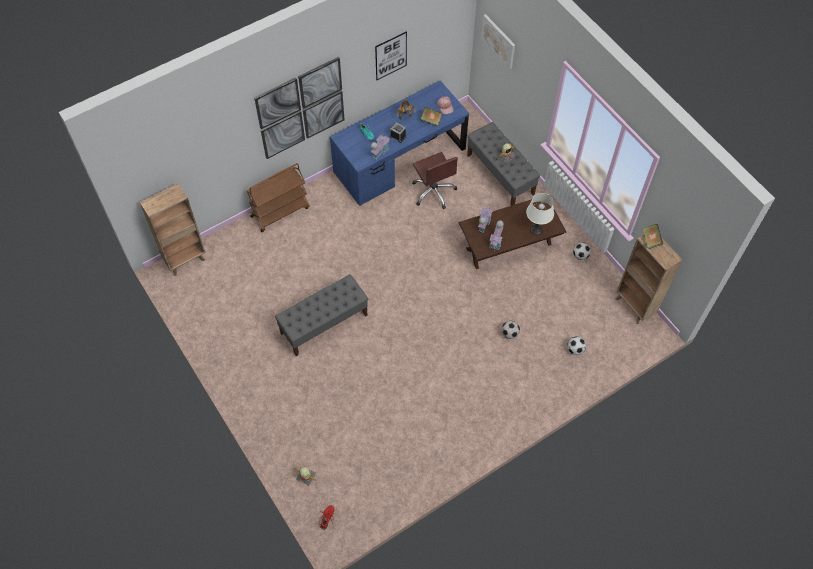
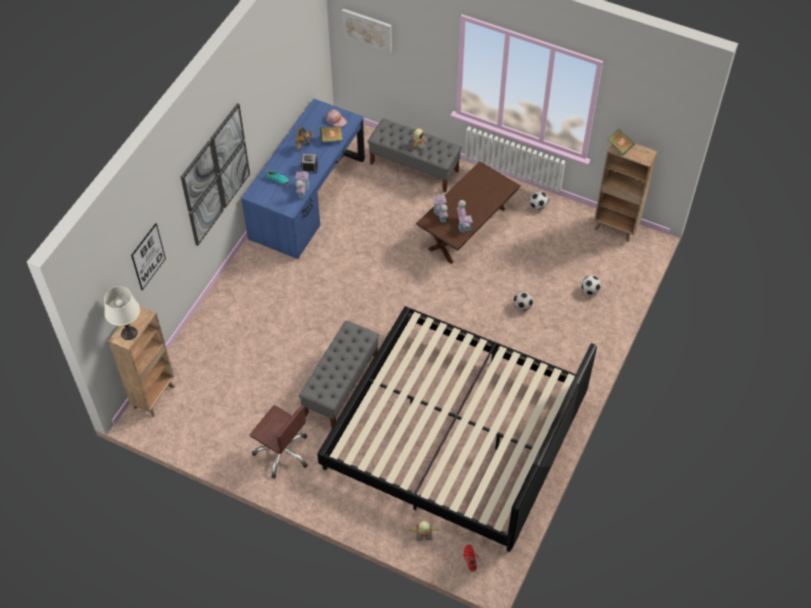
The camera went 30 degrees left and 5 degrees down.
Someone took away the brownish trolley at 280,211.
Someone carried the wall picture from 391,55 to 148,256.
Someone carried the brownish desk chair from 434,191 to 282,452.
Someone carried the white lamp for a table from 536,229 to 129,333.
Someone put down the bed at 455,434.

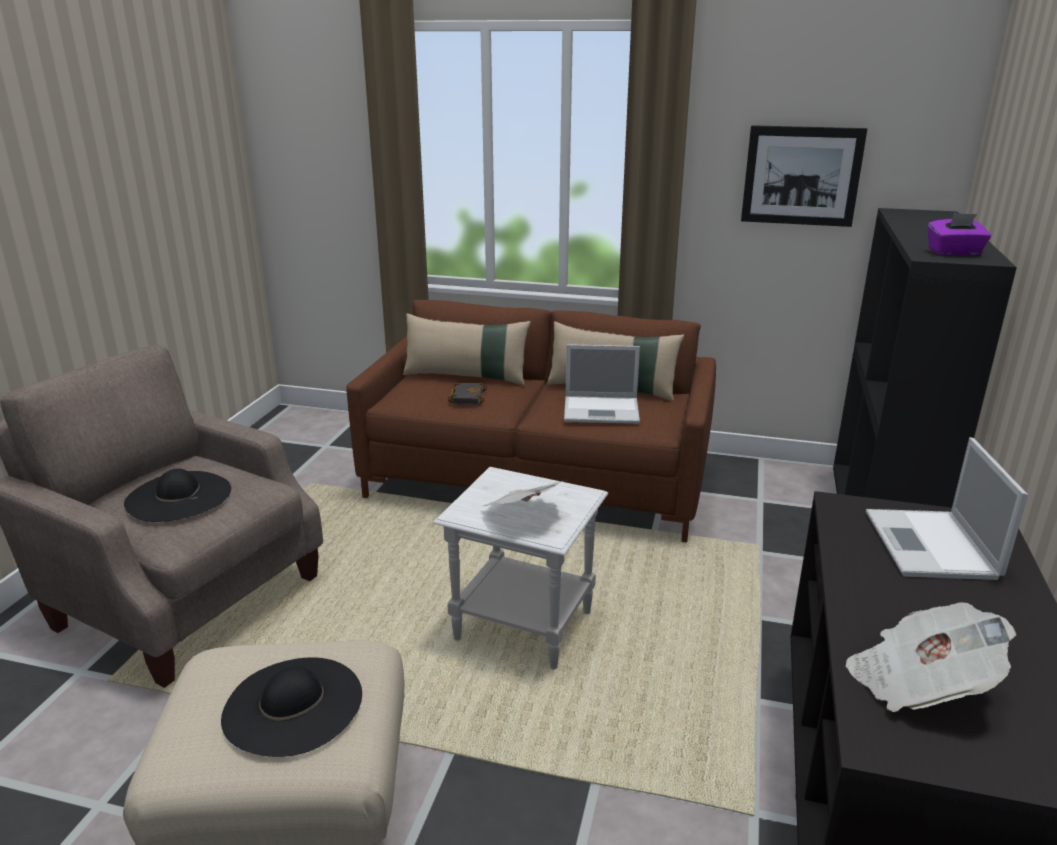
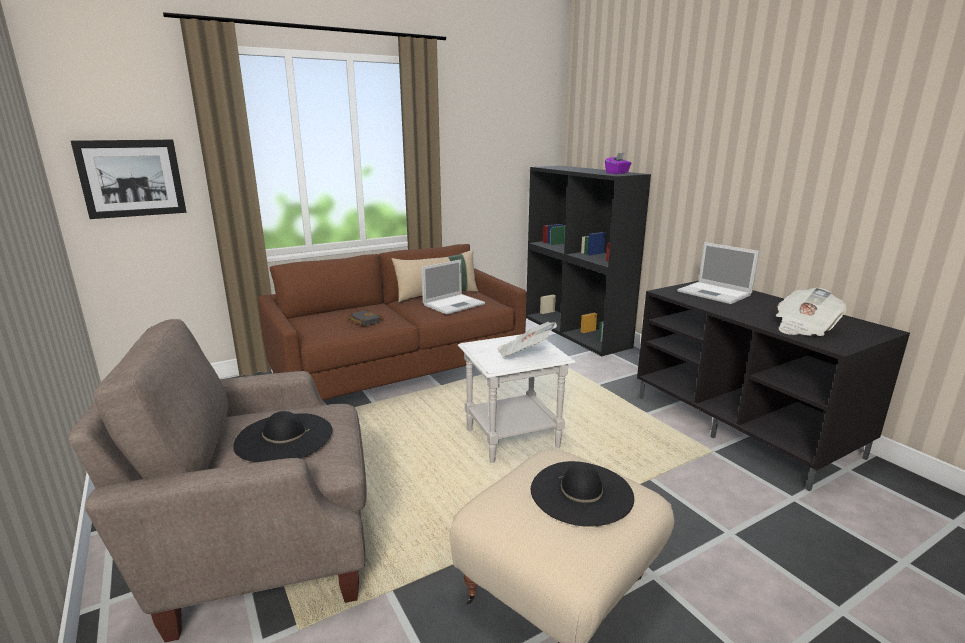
The camera went 45 degrees left and 5 degrees down.
Someone took away the beige cushion at 466,376.
Someone carried the wall picture from 801,176 to 132,178.

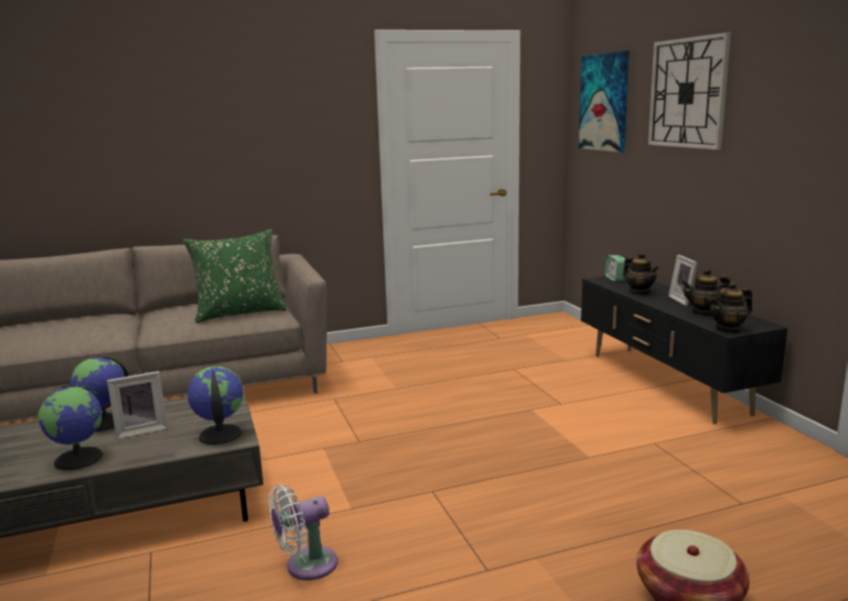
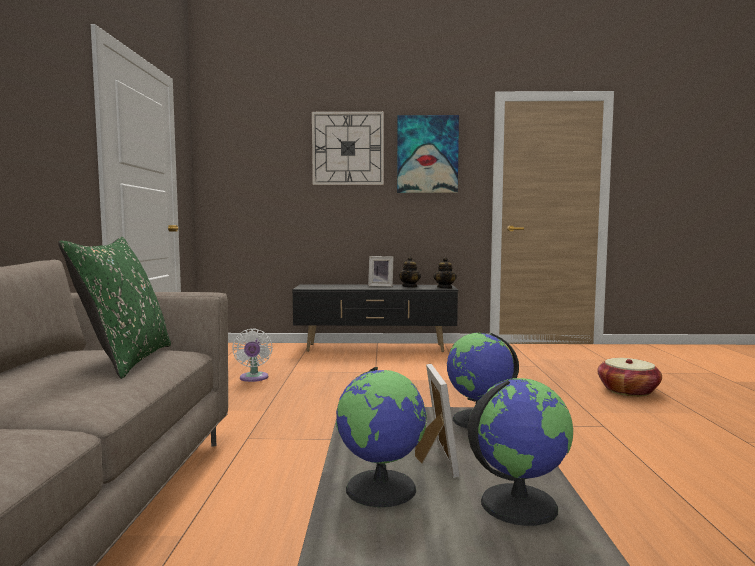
The camera went 70 degrees left and 10 degrees down.
Someone carried the white electric fan from 306,566 to 253,378.
Someone carried the wall picture from 604,102 to 427,154.
Someone took away the alarm clock at 615,279.
Someone took away the tea pot at 639,292.

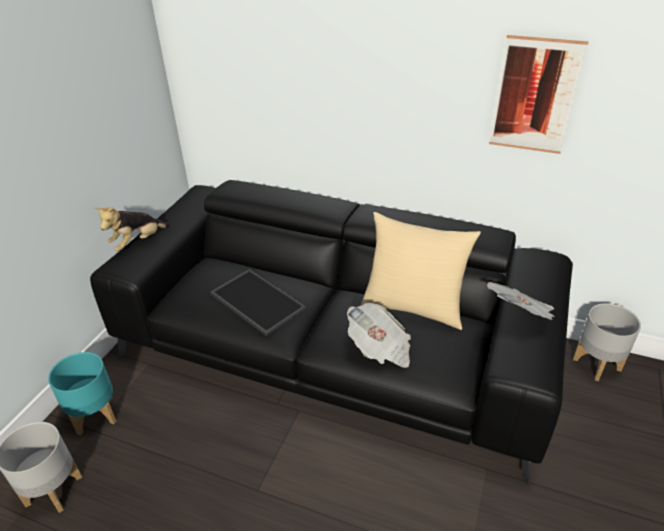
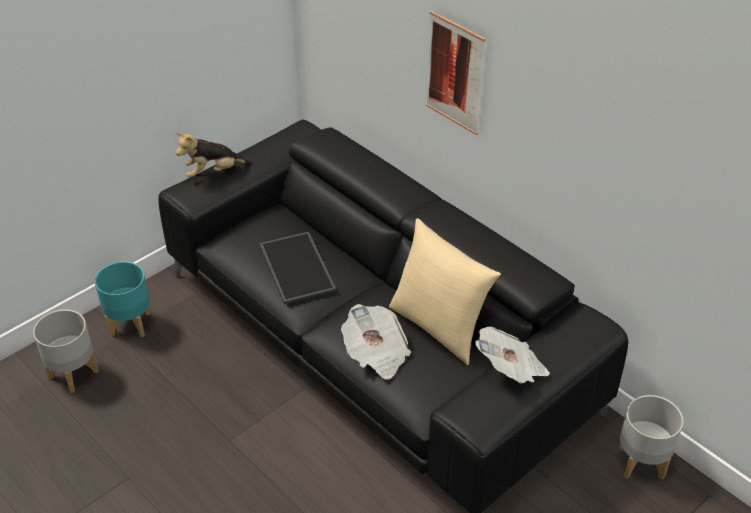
The camera went 25 degrees right and 5 degrees up.
Someone carried the wall picture from 534,96 to 455,73.

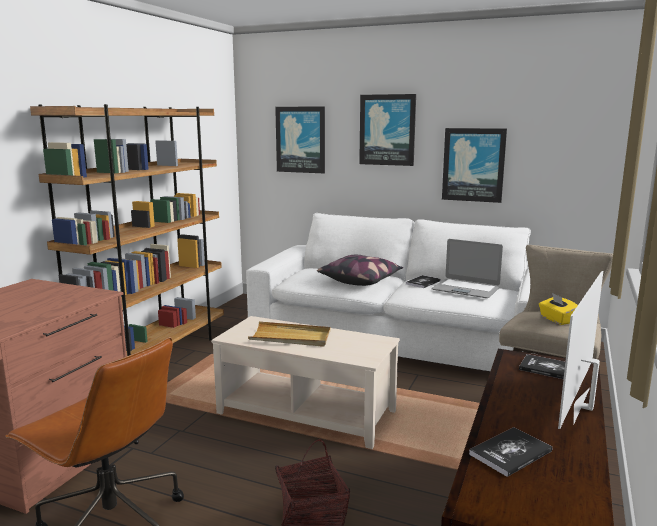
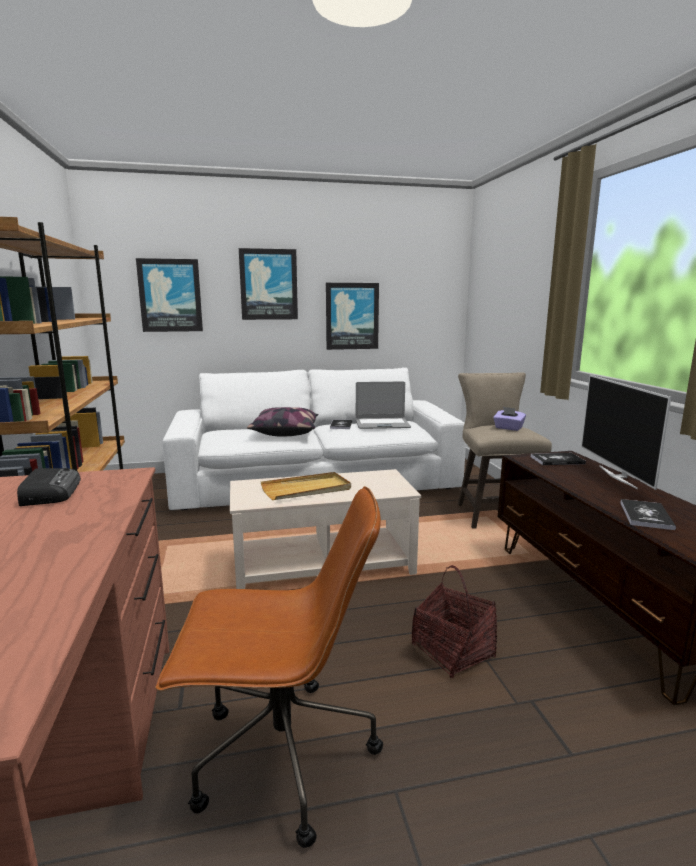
The camera went 35 degrees left and 0 degrees up.
Someone repainted the yellowish box of tissues at 556,320, which became the purple-coloured box of tissues at 508,428.
Someone put down the radio set at 51,492.

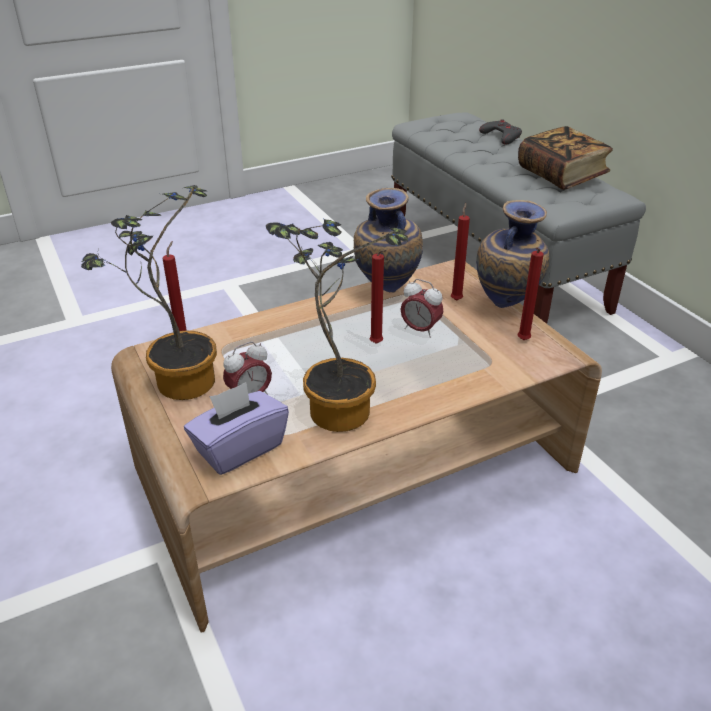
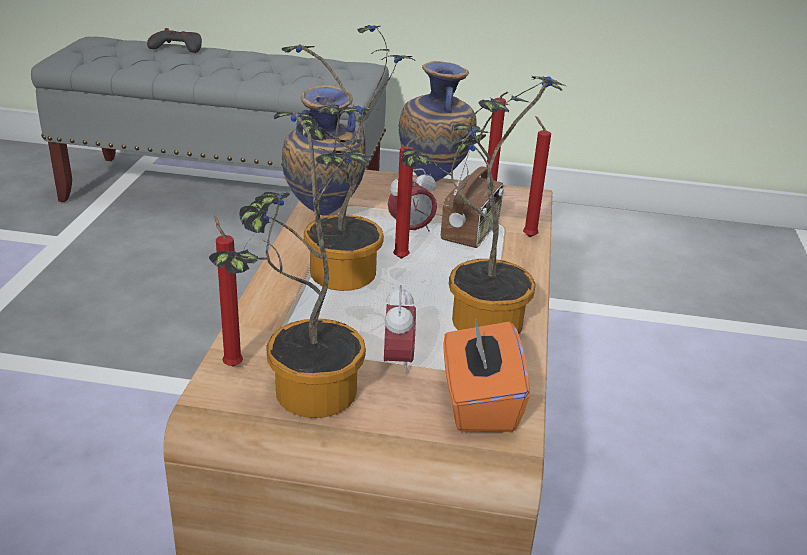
The camera went 55 degrees left and 5 degrees down.
Someone repainted the purple-coloured box of tissues at 239,448, which became the orangey box of tissues at 479,403.
Someone carried the reddish wax light from 456,299 to 528,236.
Someone took away the volume at 561,175.
Someone put down the plant in a pot at 339,279.
Someone put down the radio set at 471,233.

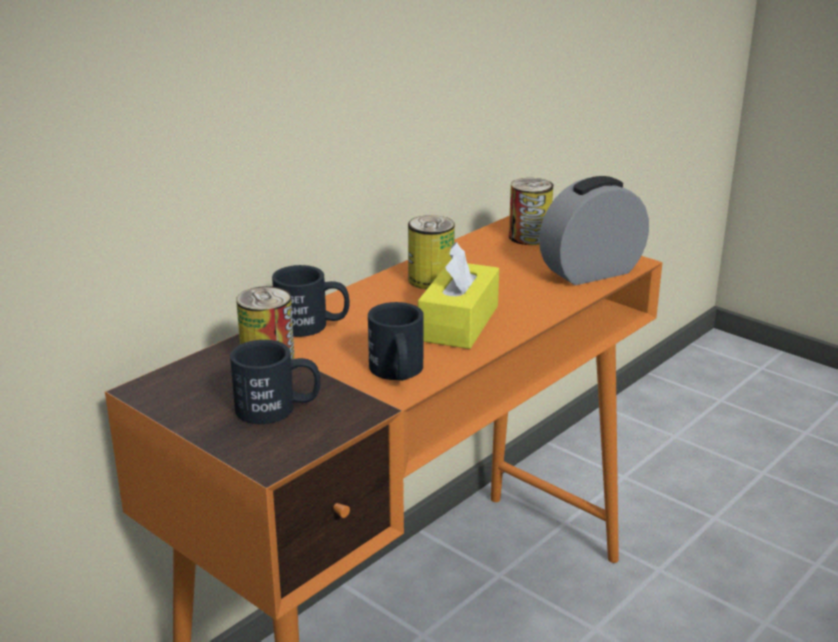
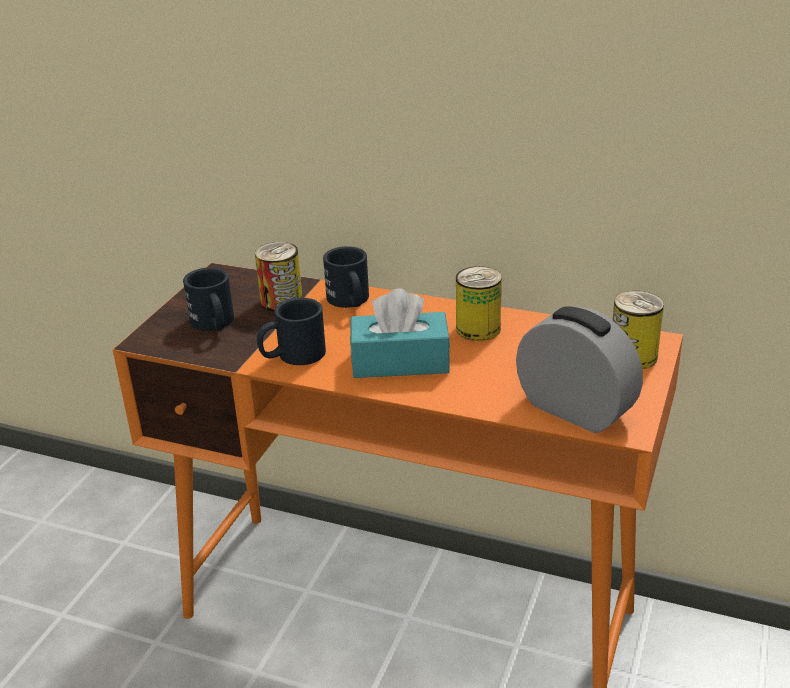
The camera went 70 degrees right and 5 degrees up.
Someone repainted the yellowish box of tissues at 459,323, which became the turquoise box of tissues at 400,362.

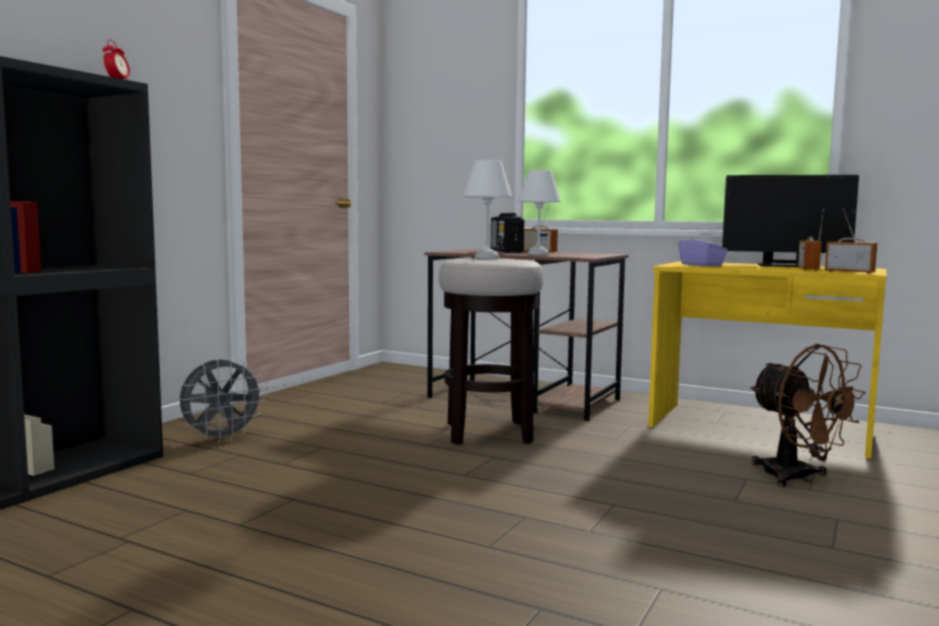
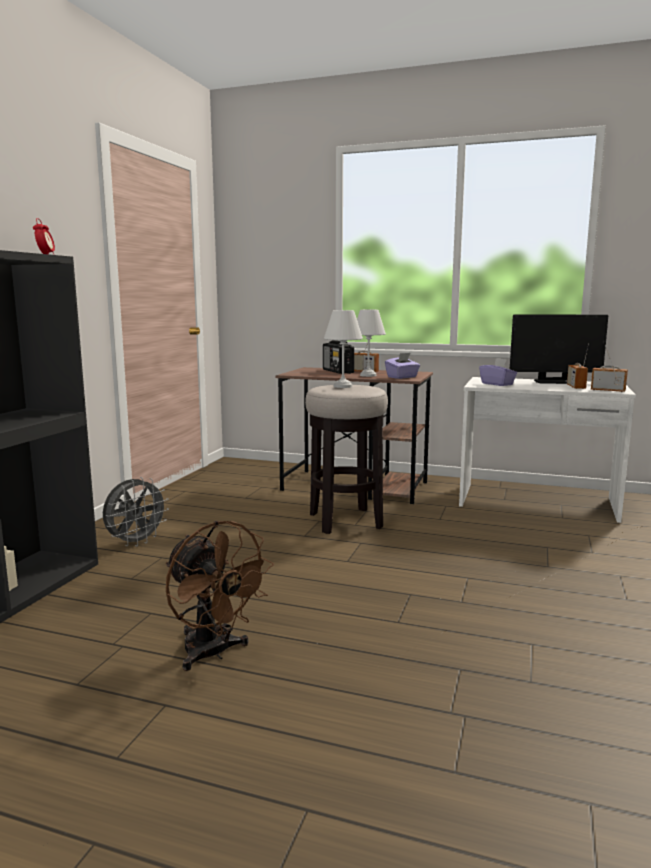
The camera went 10 degrees left and 5 degrees up.
Someone repainted the yellowish desk at 760,429, which became the white desk at 537,502.
Someone carried the brownish electric fan from 797,478 to 214,653.
Someone put down the purple-coloured box of tissues at 402,377.

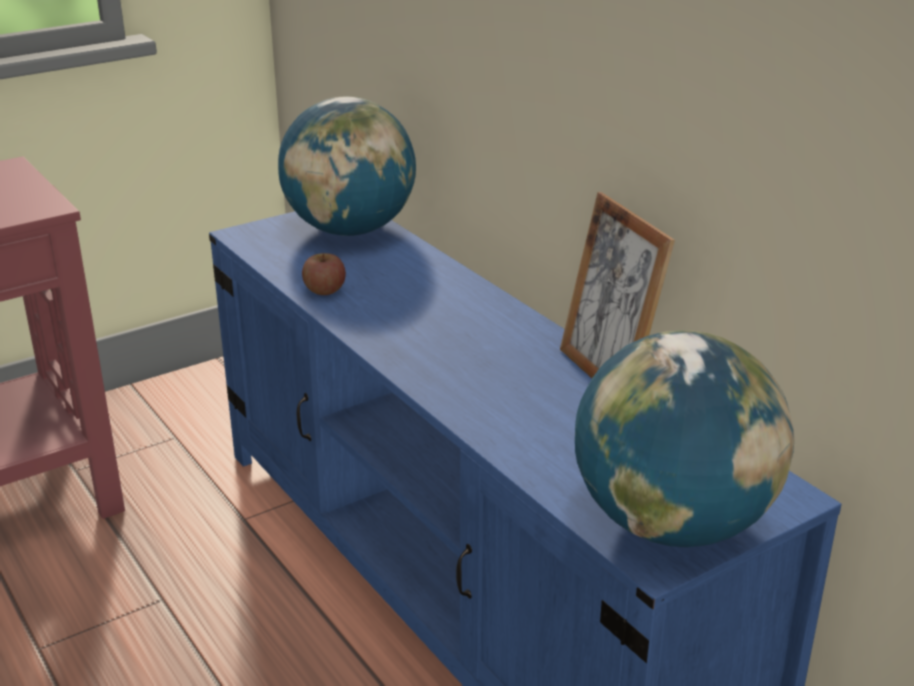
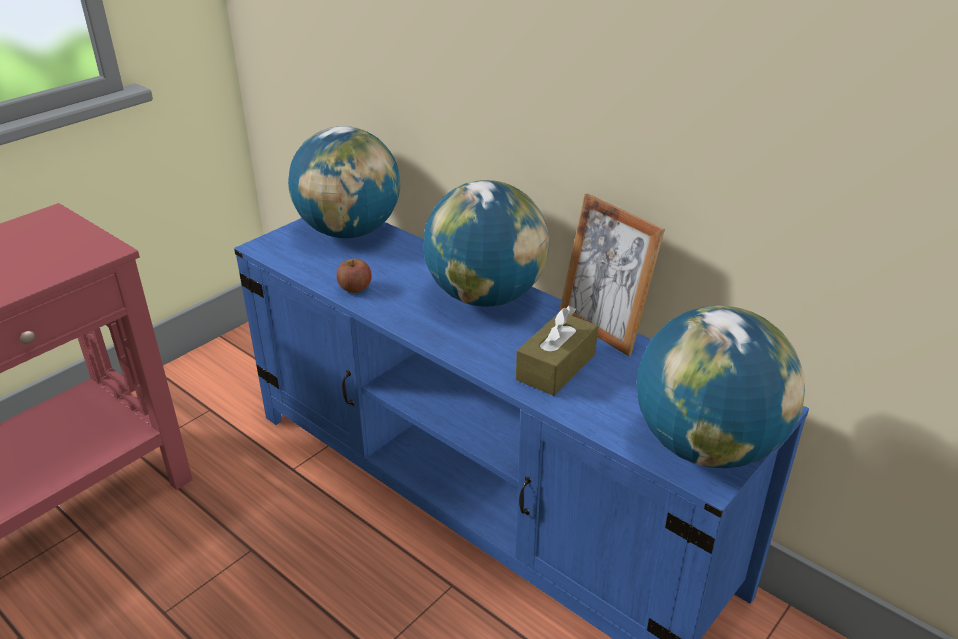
The camera went 15 degrees left and 5 degrees up.
Someone put down the globe at 486,296.
Someone put down the brownish box of tissues at 556,367.

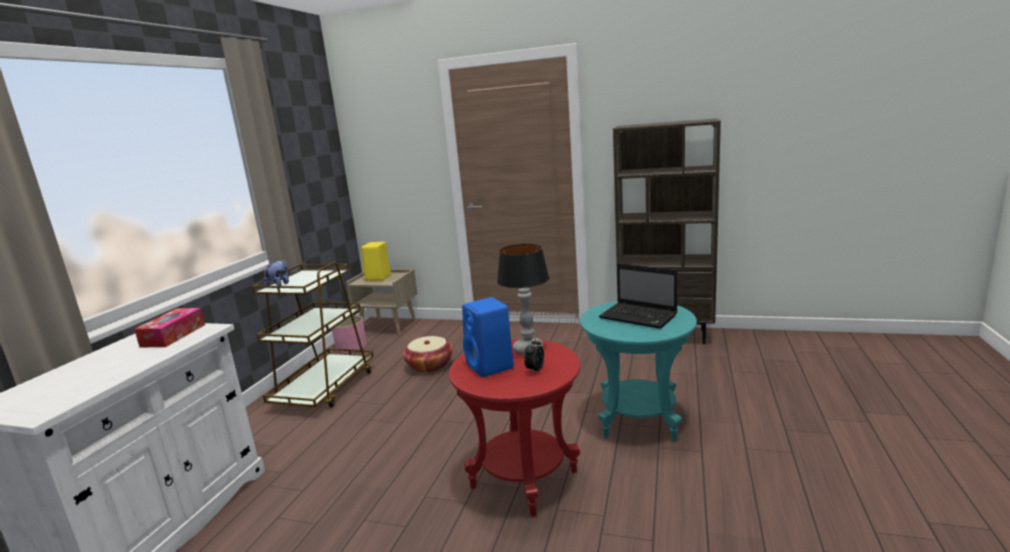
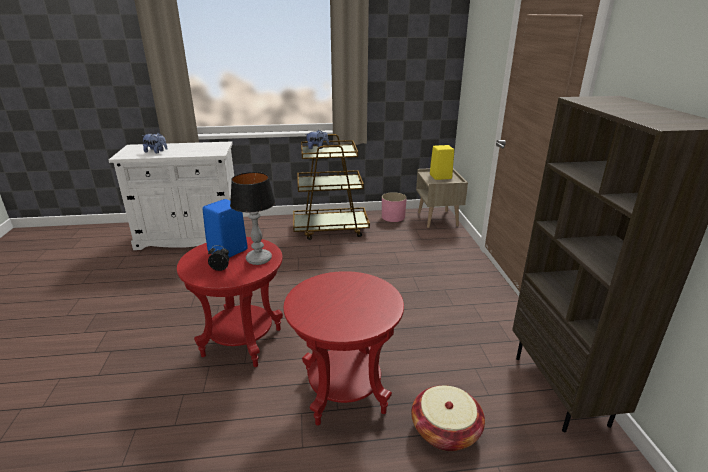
The camera went 65 degrees right and 10 degrees up.
Someone took away the box of tissues at 173,335.
Someone carried the basket from 429,365 to 445,430.
Someone repainted the turquoise side table at 638,420, which became the reddish side table at 344,392.
Someone took away the laptop at 639,317.
Someone put down the plush toy at 156,152.

